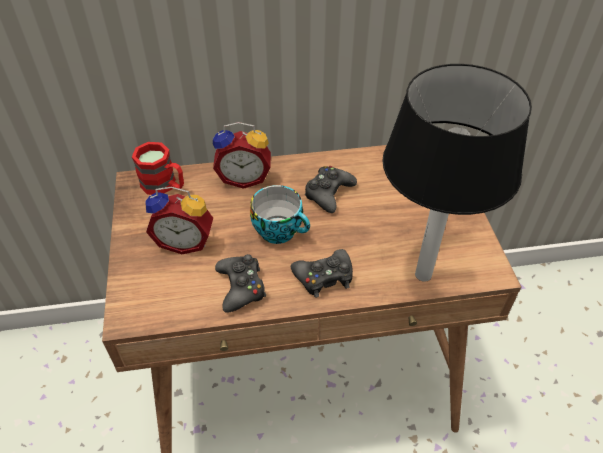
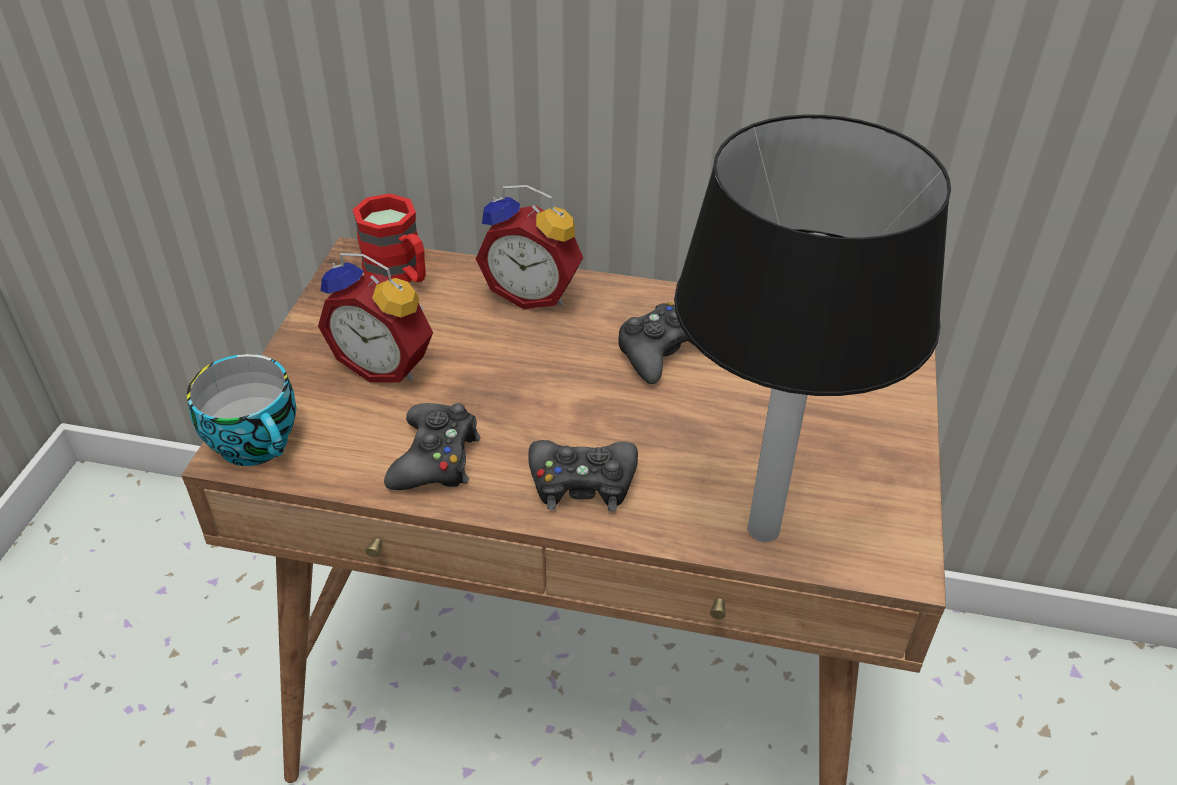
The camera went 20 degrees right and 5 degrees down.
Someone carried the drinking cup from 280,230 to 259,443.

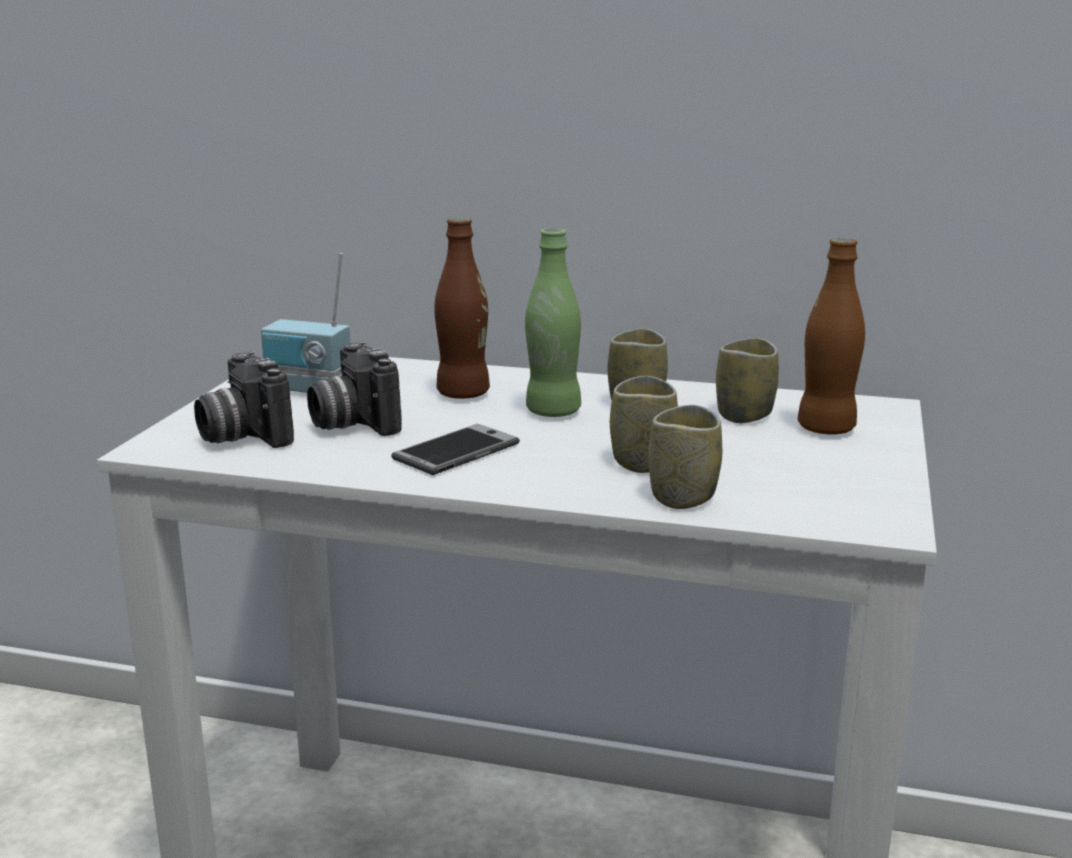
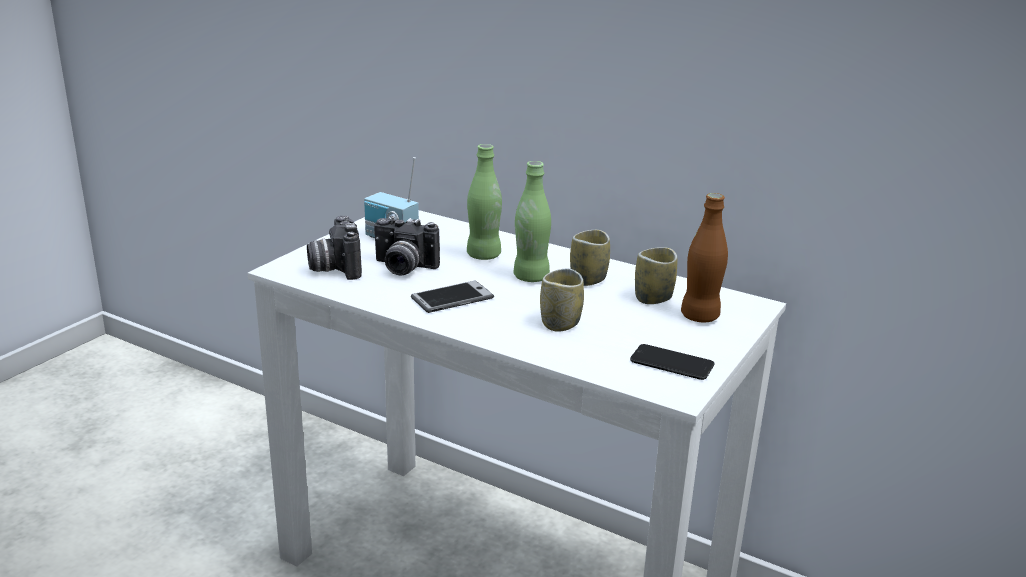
The camera went 15 degrees right and 5 degrees up.
Someone rotated the photo camera at 351,423 by 60 degrees counterclockwise.
Someone repainted the brownish beverage bottle at 463,394, which became the green-coloured beverage bottle at 483,255.
Someone took away the drinking cup at 683,497.
Someone put down the phone at 671,363.

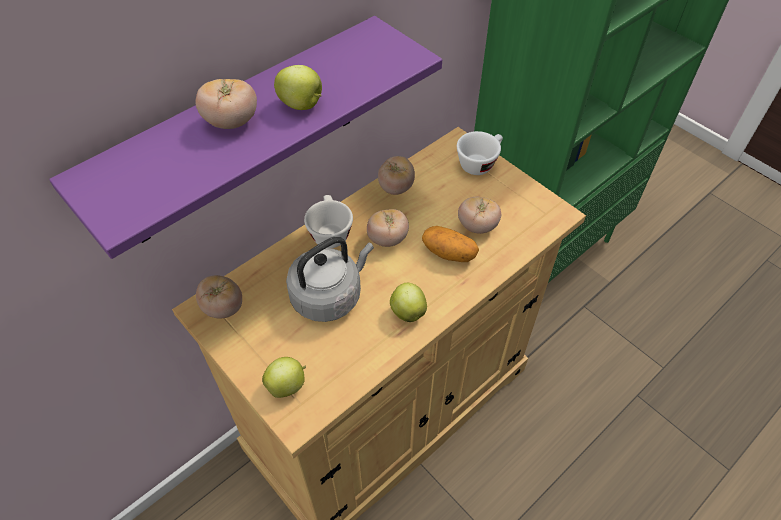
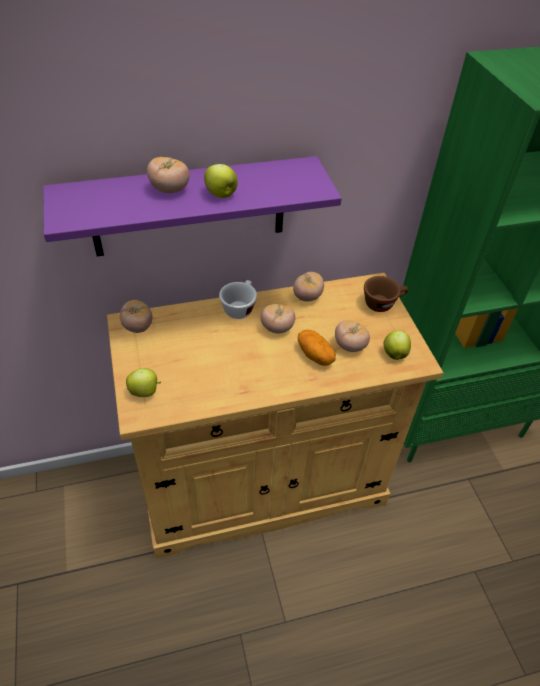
The camera went 25 degrees right and 5 degrees down.
Someone took away the gray water kettle at 329,296.
Someone carried the apple fruit from 407,311 to 394,353.
Someone repainted the white drinking cup at 479,162, which became the brownish drinking cup at 383,303.

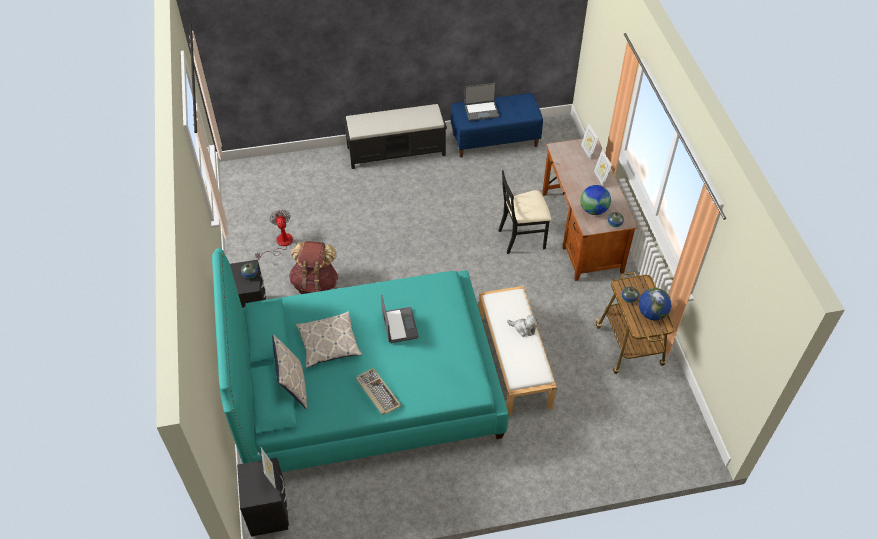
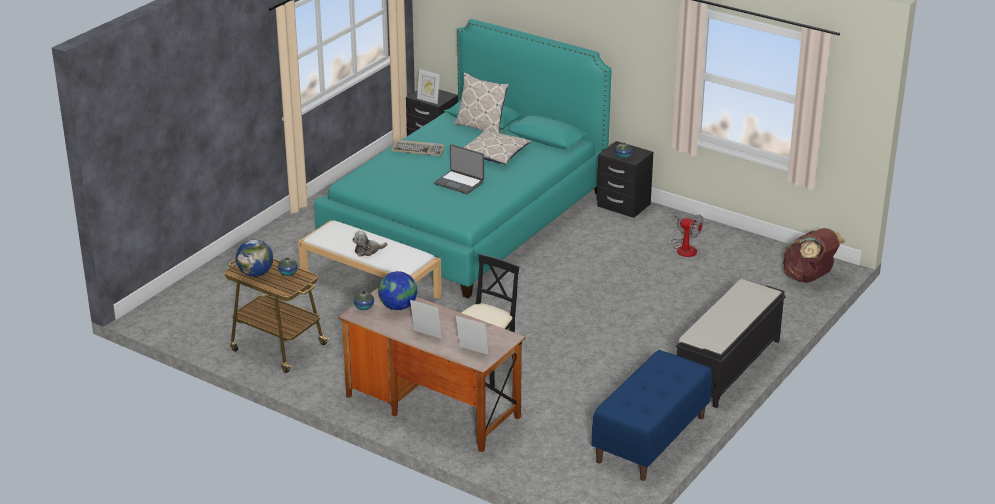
The camera went 135 degrees right and 20 degrees down.
Someone carried the brownish rucksack from 315,283 to 809,277.
Someone took away the laptop at 481,111.

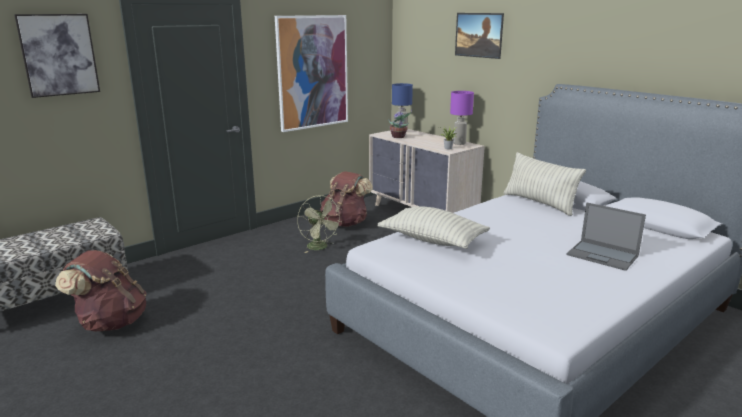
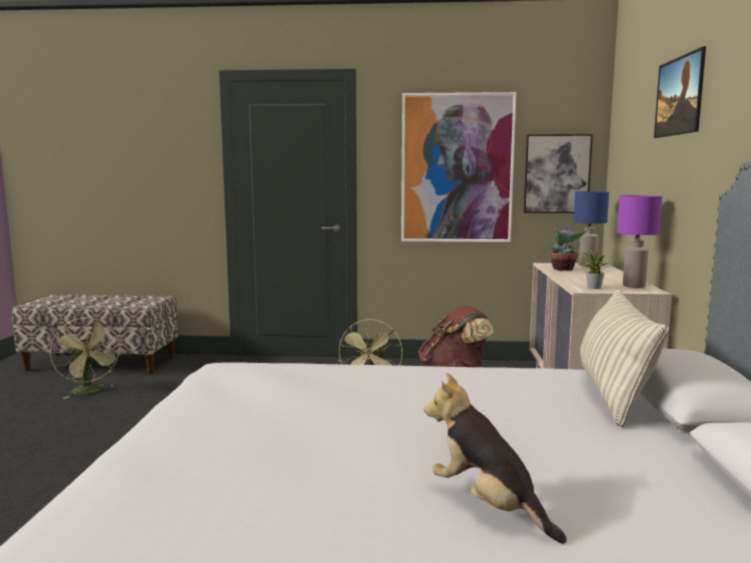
The camera went 45 degrees right and 10 degrees down.
Someone carried the wall picture from 59,55 to 557,174.
Someone swapped the brownish rucksack at 110,323 for the green-coloured electric fan at 90,392.
Someone took away the cushion at 432,240.
Someone swapped the laptop at 603,255 for the plush toy at 487,505.

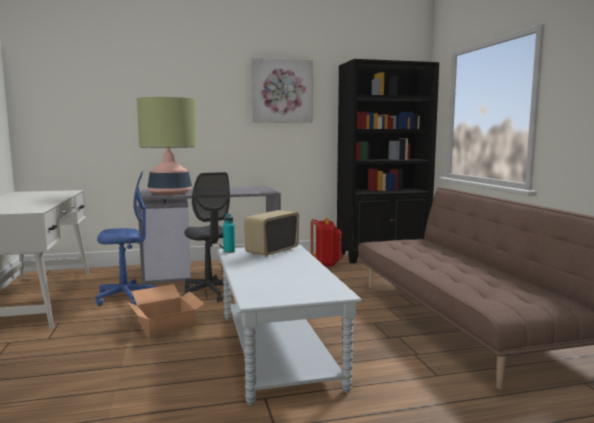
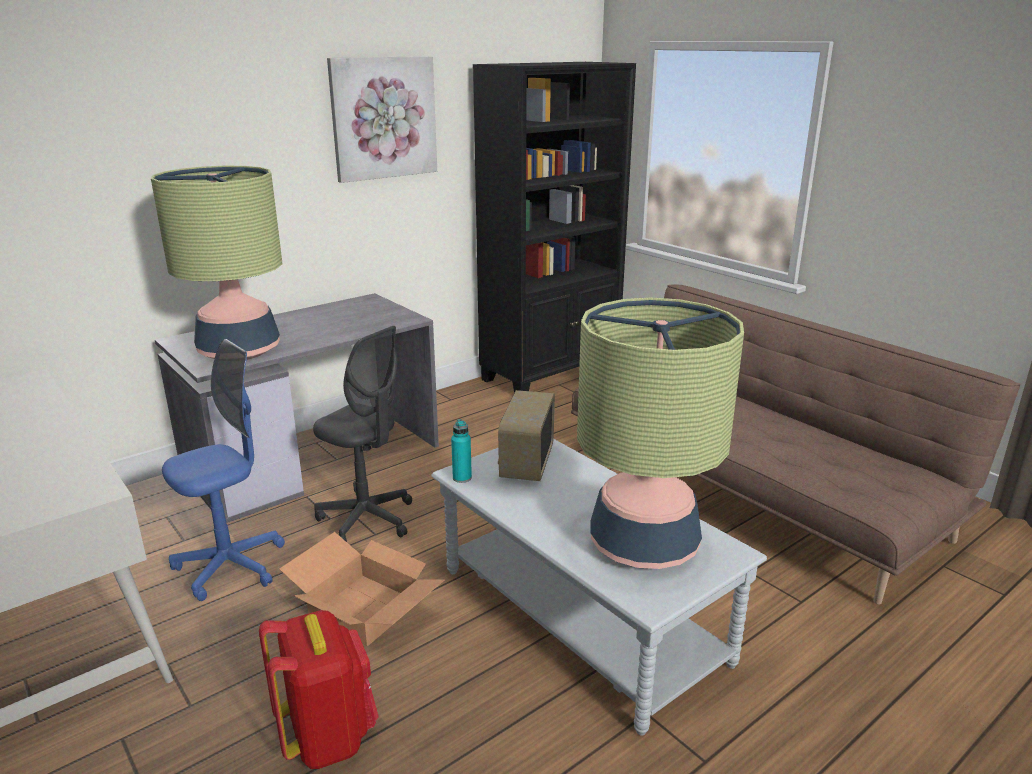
The camera went 25 degrees left and 15 degrees up.
Someone carried the reddish rucksack from 326,264 to 327,736.
Someone put down the lamp for a table at 643,545.

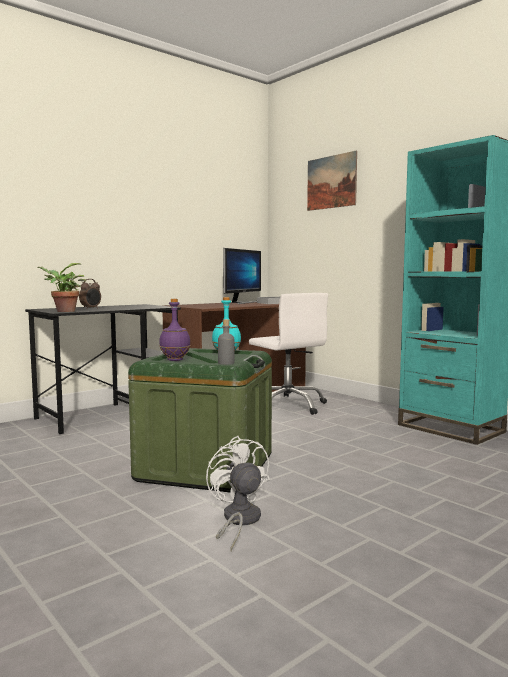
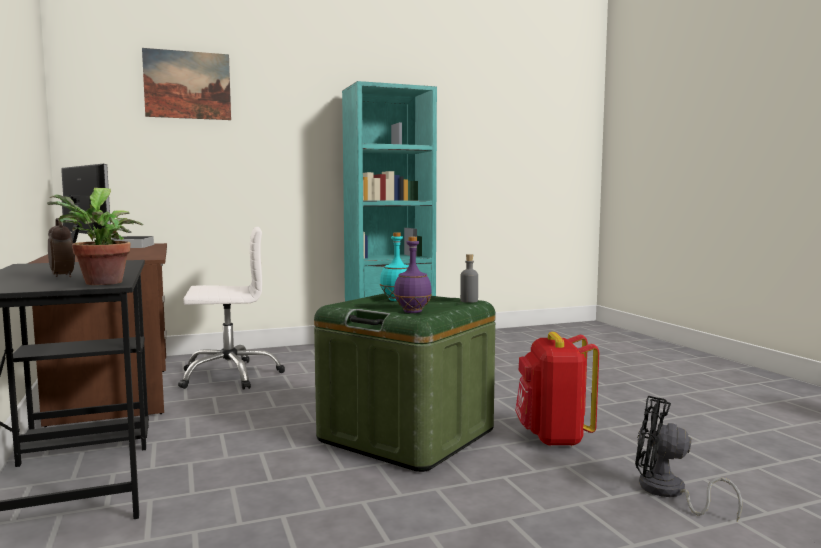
The camera went 70 degrees left and 0 degrees up.
Someone swapped the white electric fan at 238,521 for the reddish rucksack at 553,438.
Someone put down the black-coloured electric fan at 668,493.

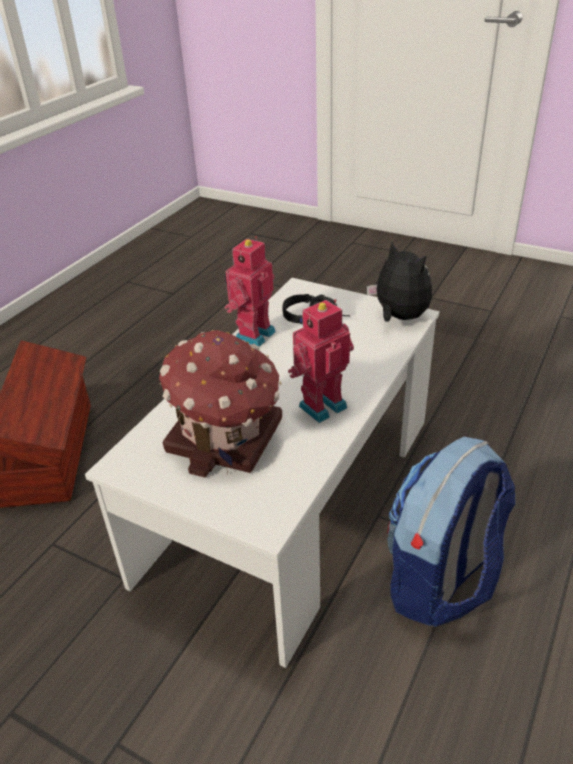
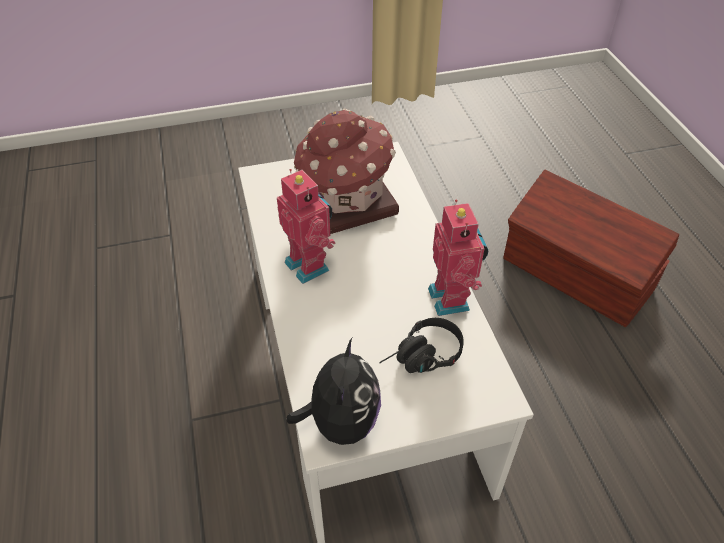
The camera went 135 degrees right and 10 degrees up.
Someone rotated the toy robot at 320,405 by 45 degrees counterclockwise.
Someone rotated the plush toy at 399,317 by 90 degrees counterclockwise.
Someone took away the rucksack at 440,581.

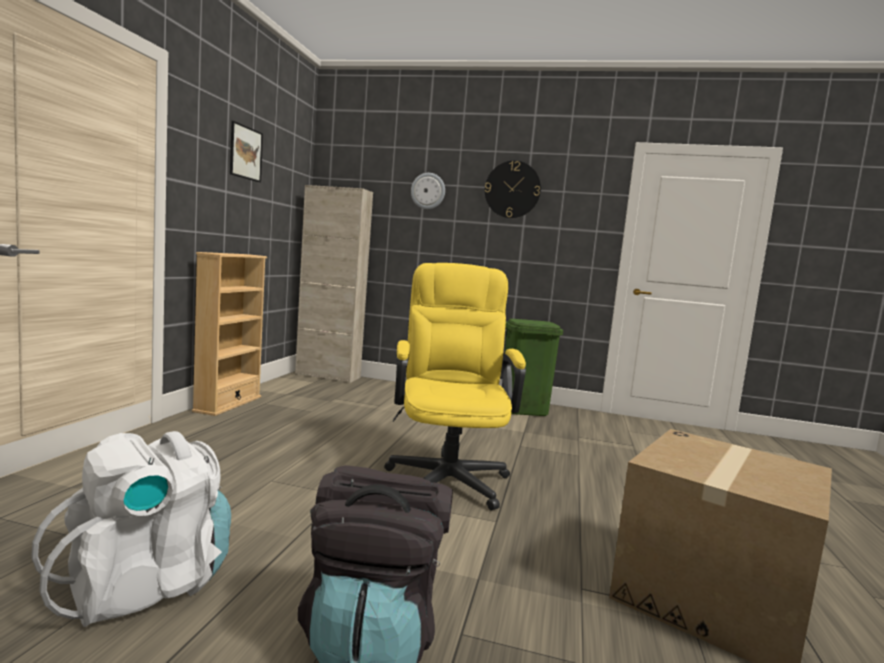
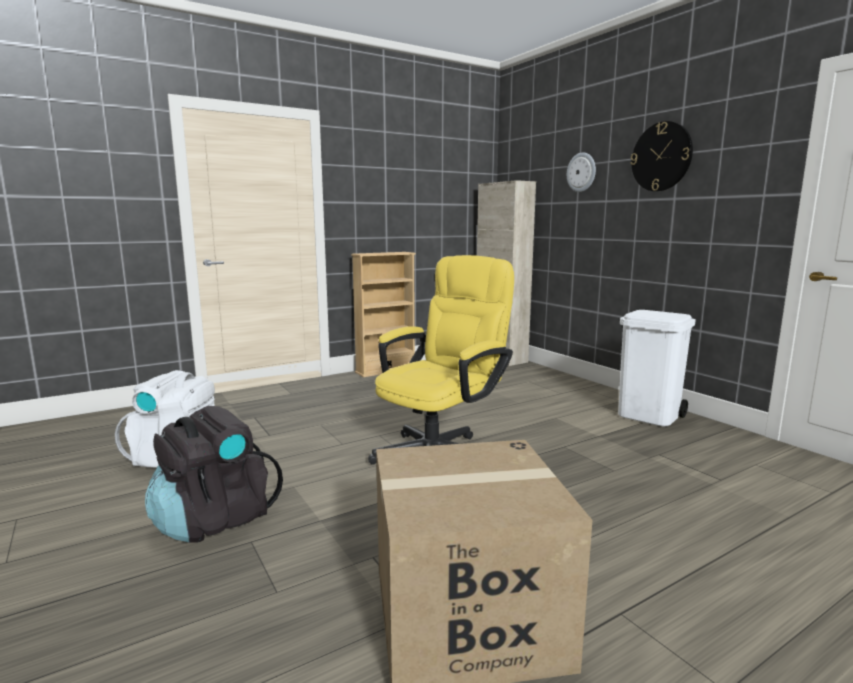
The camera went 45 degrees right and 5 degrees up.
Someone took away the wall picture at 245,153.
Someone repainted the green-coloured rubbish bin at 524,410, which became the white rubbish bin at 649,416.

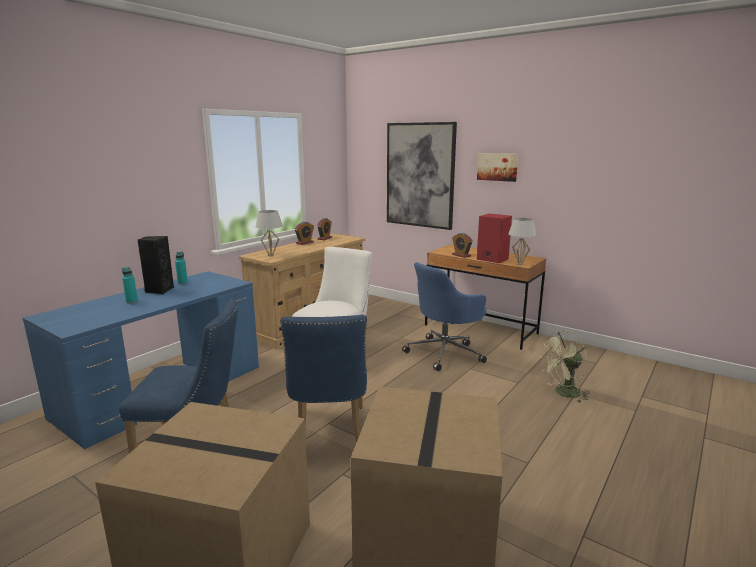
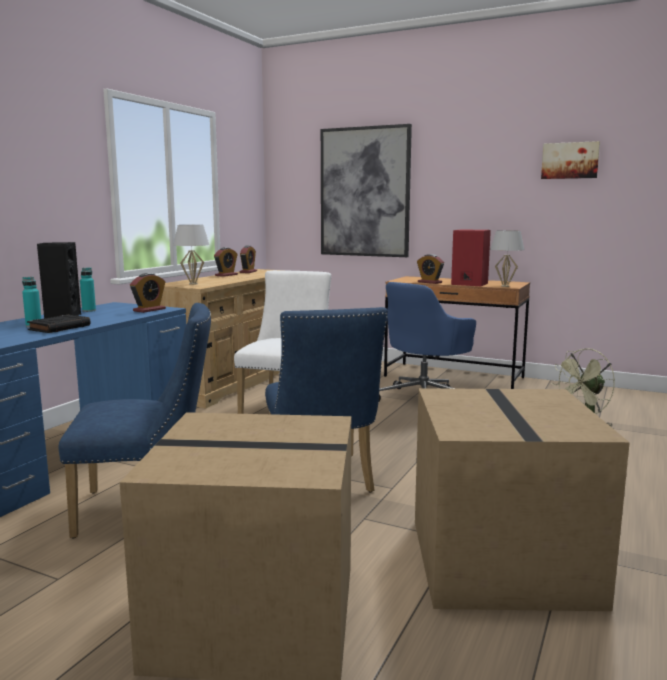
The camera went 10 degrees left and 5 degrees down.
Someone carried the wall picture from 497,166 to 570,160.
Someone put down the black-coloured volume at 60,328.
Someone put down the alarm clock at 149,310.

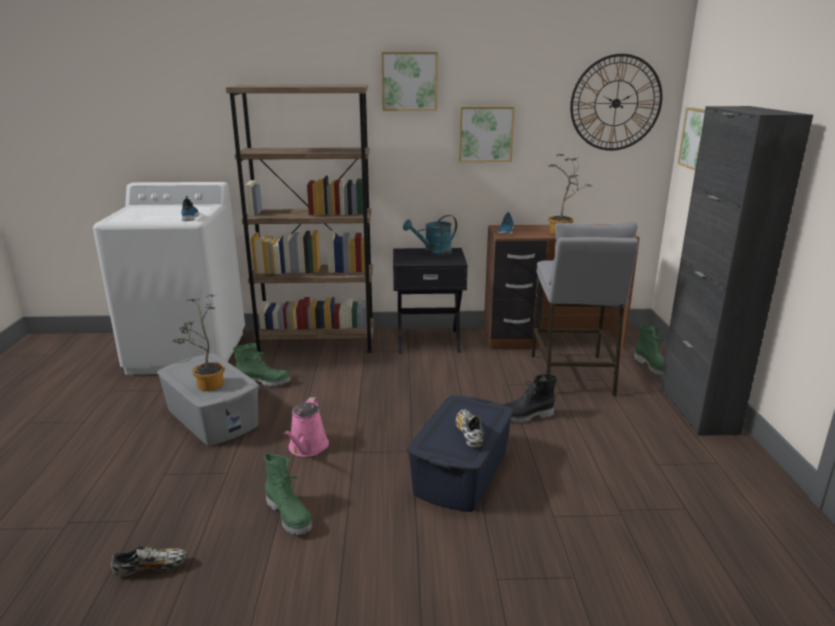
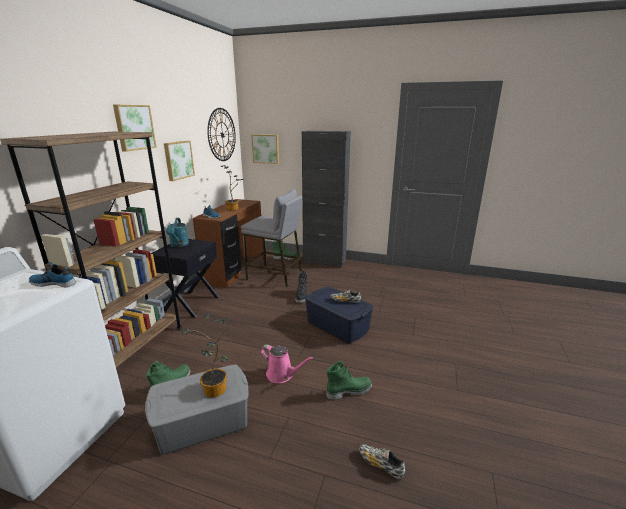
The camera went 70 degrees left and 0 degrees up.
Someone rotated the item of footwear at 151,568 by 60 degrees counterclockwise.

